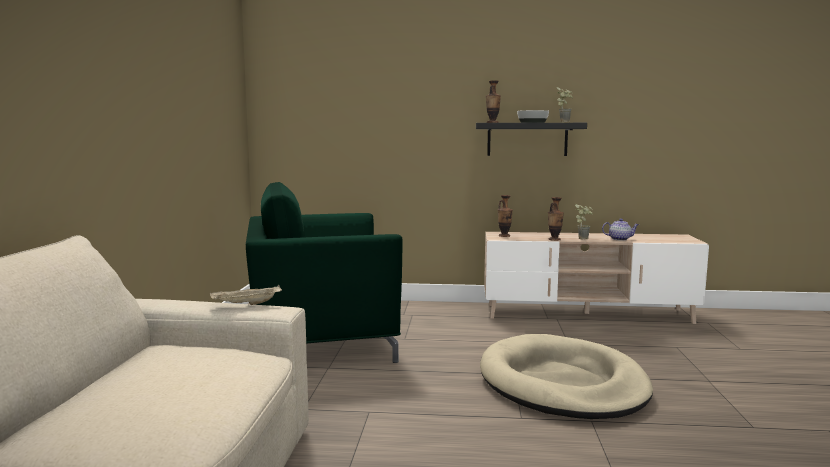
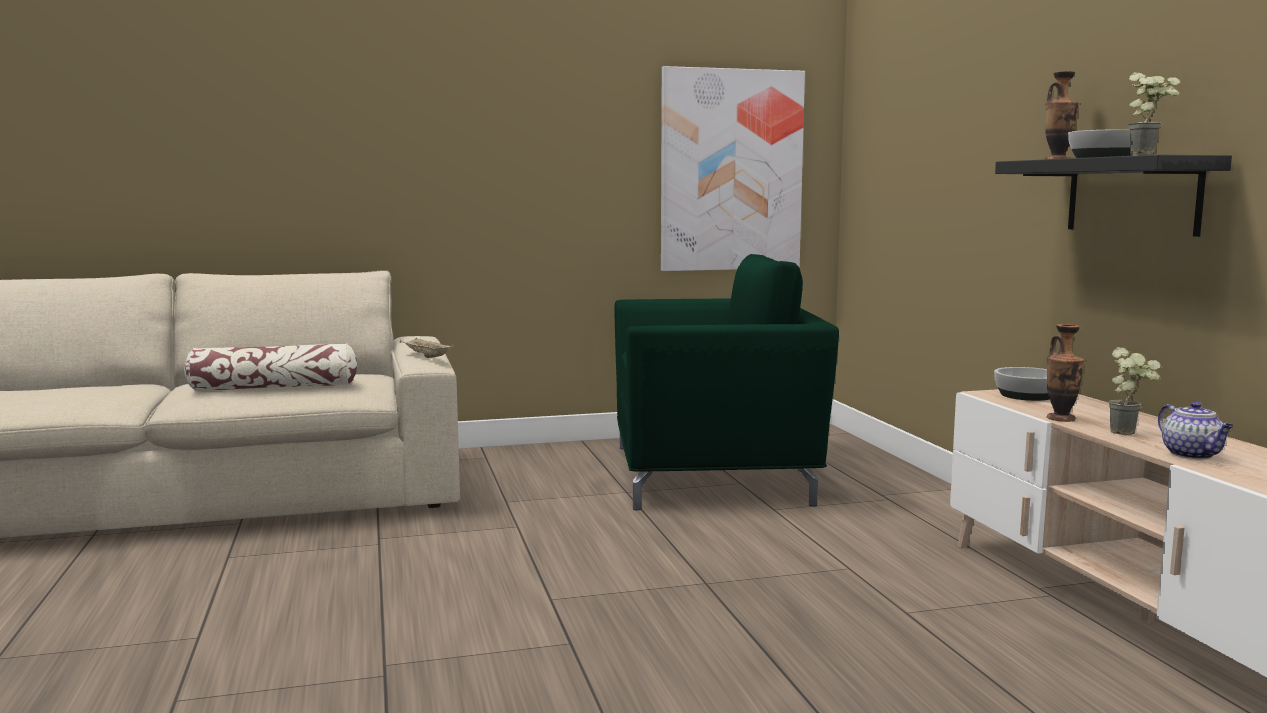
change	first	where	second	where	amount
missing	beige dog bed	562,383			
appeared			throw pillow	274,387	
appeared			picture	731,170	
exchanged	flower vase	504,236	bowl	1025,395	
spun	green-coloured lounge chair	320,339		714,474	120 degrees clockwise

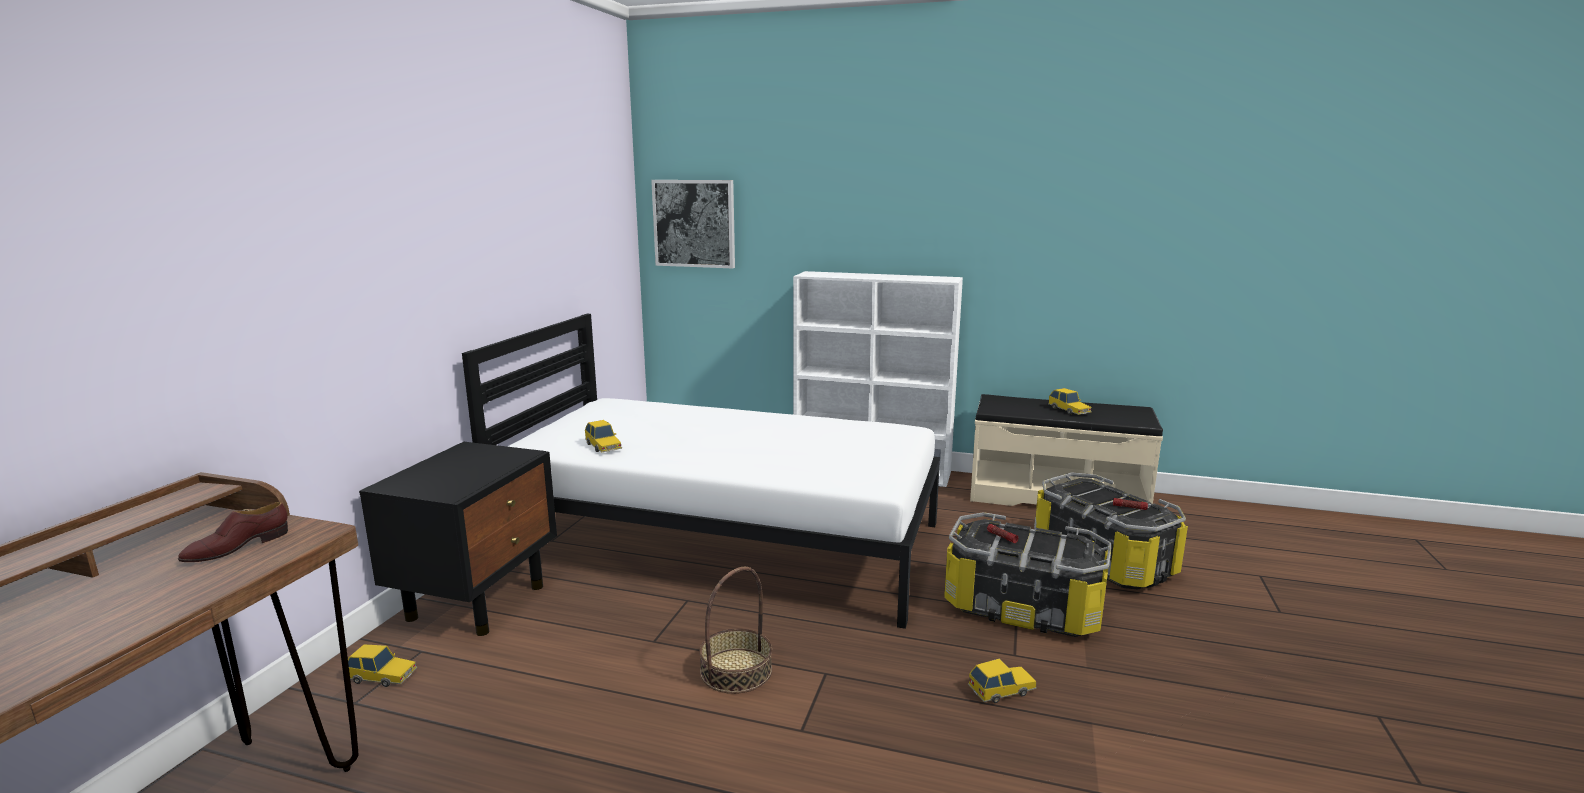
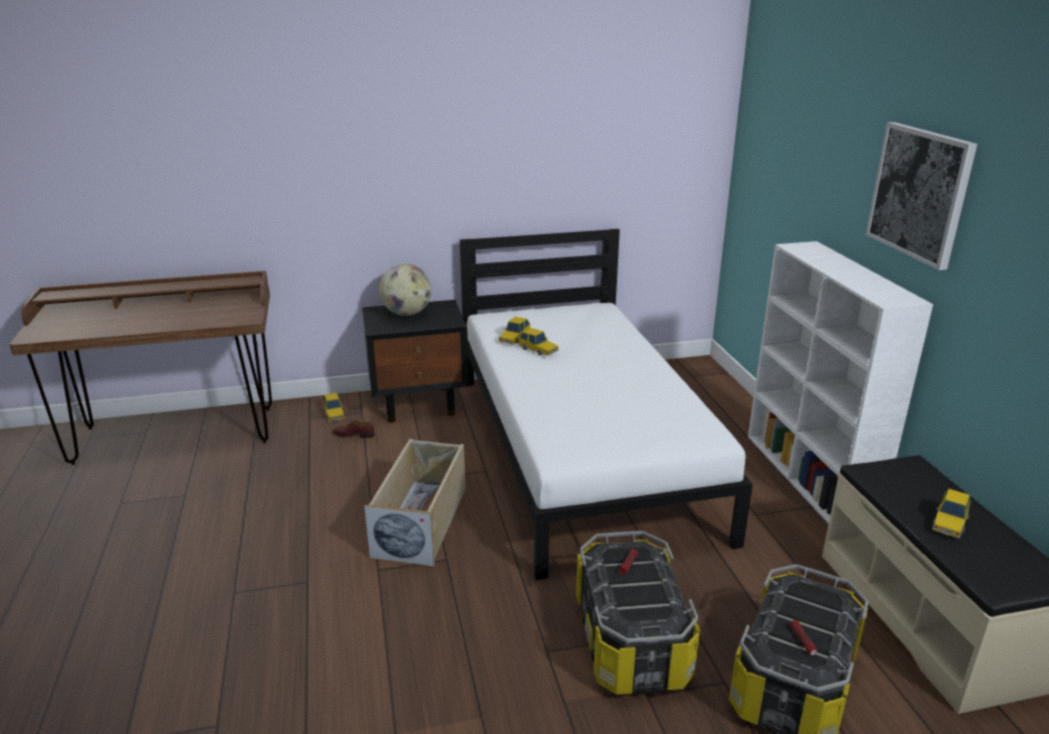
change	first	where	second	where	amount
appeared			globe	407,313	
relocated	brown item of footwear	237,547		353,435	
relocated	picture	694,223		919,193	
relocated	toy car	1002,690		538,349	
exchanged	household basket	736,670	beige storage box	421,521	

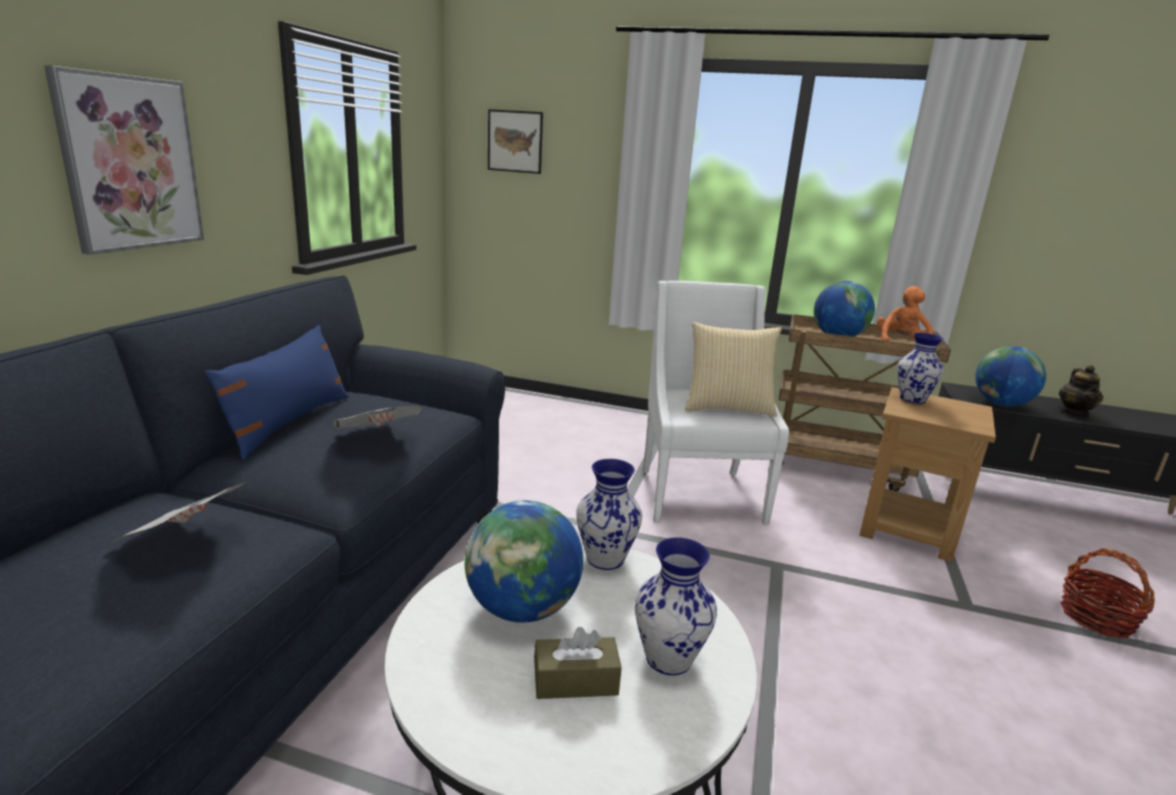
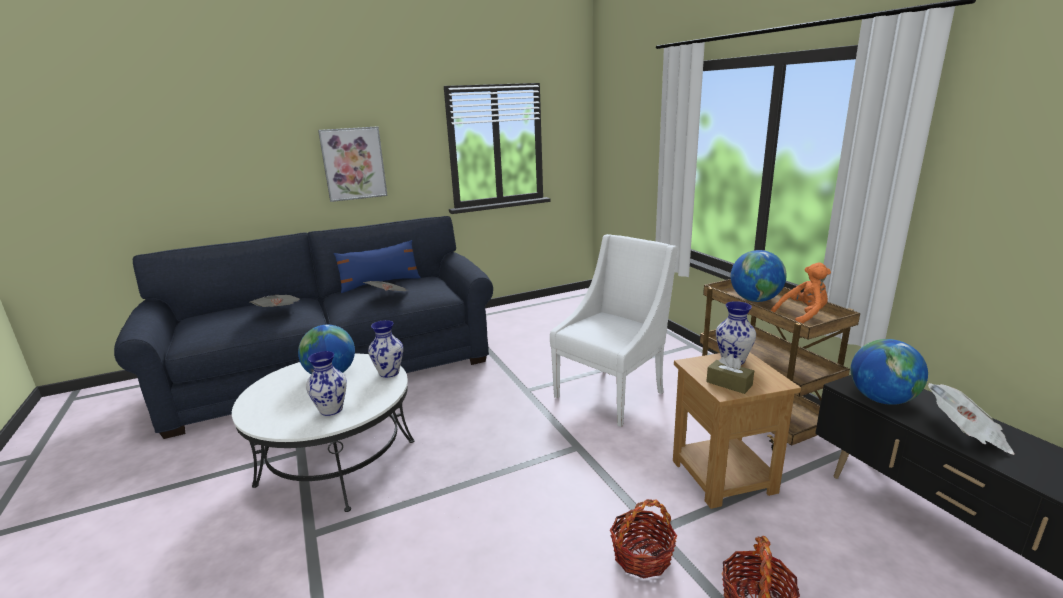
change	first	where	second	where	amount
missing	picture	515,141			
missing	throw pillow	727,408			
appeared			household basket	642,556	
relocated	brown tissue box	575,681		729,383	
exchanged	tea pot	1074,413	printed paper	966,434	

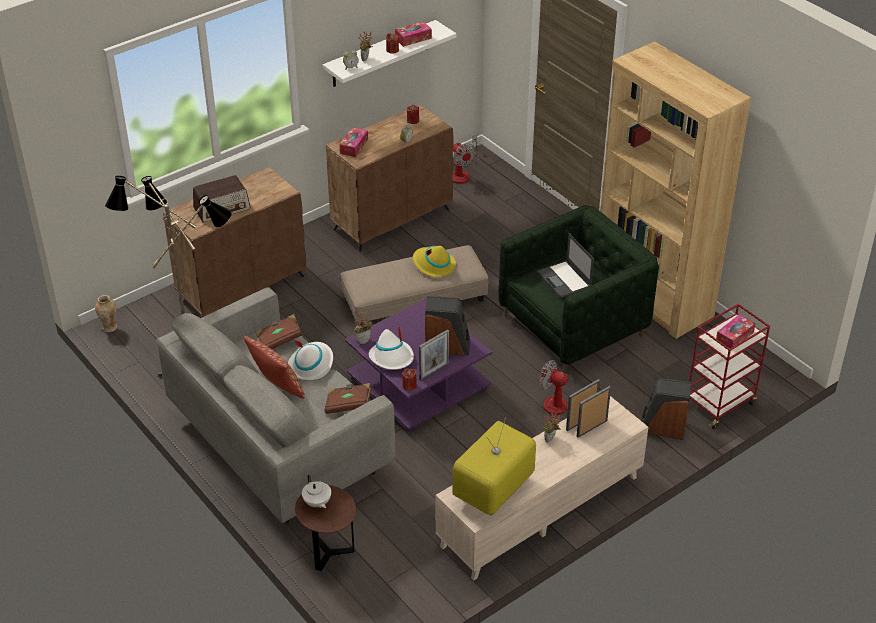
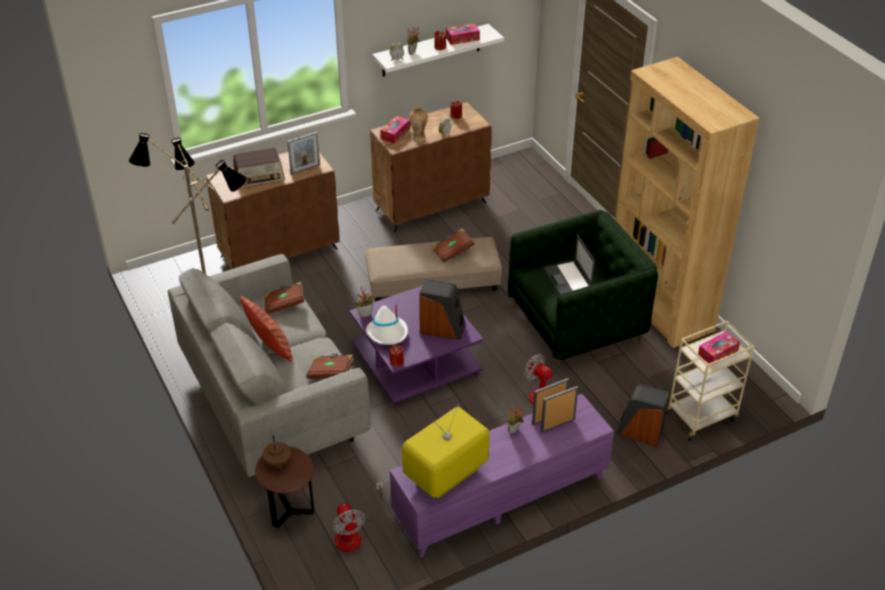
change	first	where	second	where	amount
missing	white-coloured wearable hat	311,364			
relocated	flower vase	109,327		418,138	
relocated	picture frame	434,371		305,169	
relocated	cooling fan	462,173		354,533	
exchanged	yellow-coloured wearable hat	433,265	brown book	452,251	
colour	white-coloured tea pot	317,503	brown tea pot	278,463	
colour	beige tv stand	540,511	purple tv stand	501,499	
colour	reddish trolley	719,403	beige trolley	701,416	

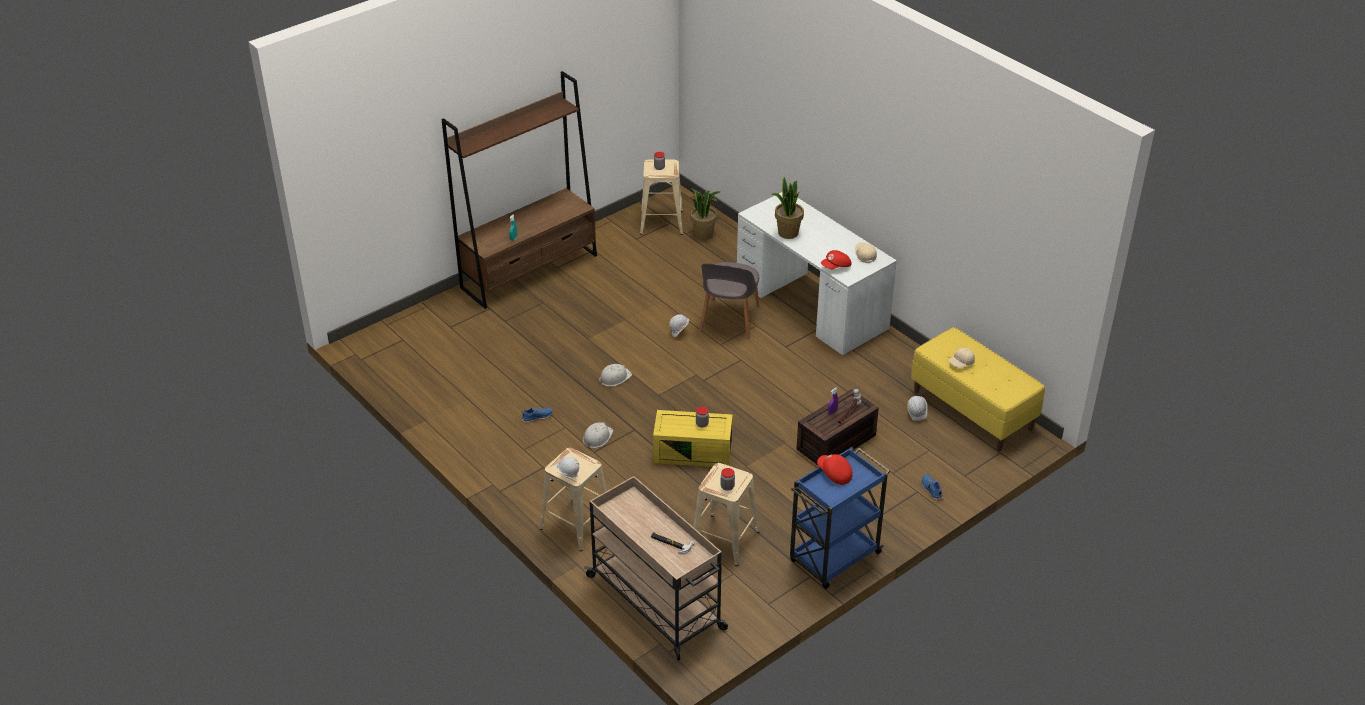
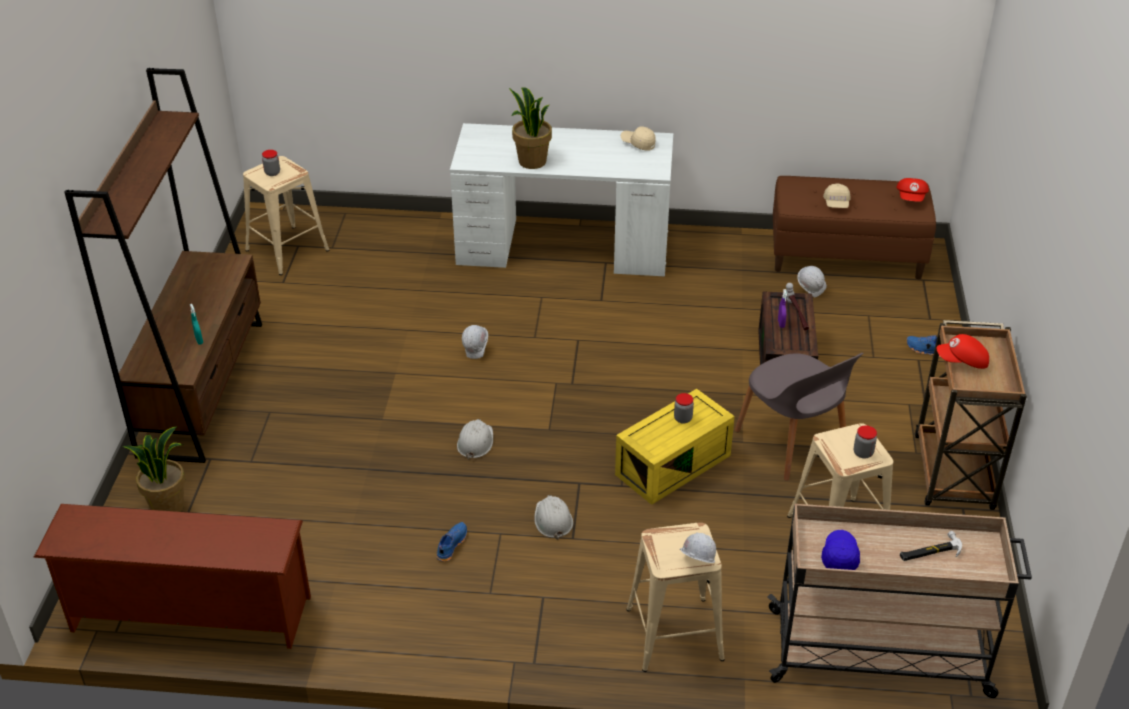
change	first	where	second	where	amount
appeared			brown shoe shelf	188,615	
appeared			blue baseball cap	840,556	
relocated	potted plant	704,234		168,506	
relocated	grey chair	729,320		792,443	
relocated	reddish baseball cap	836,267		911,198	
colour	blue trolley	834,558	brown trolley	954,474	
colour	yellow-coloured long seat	973,410	brown long seat	846,256	

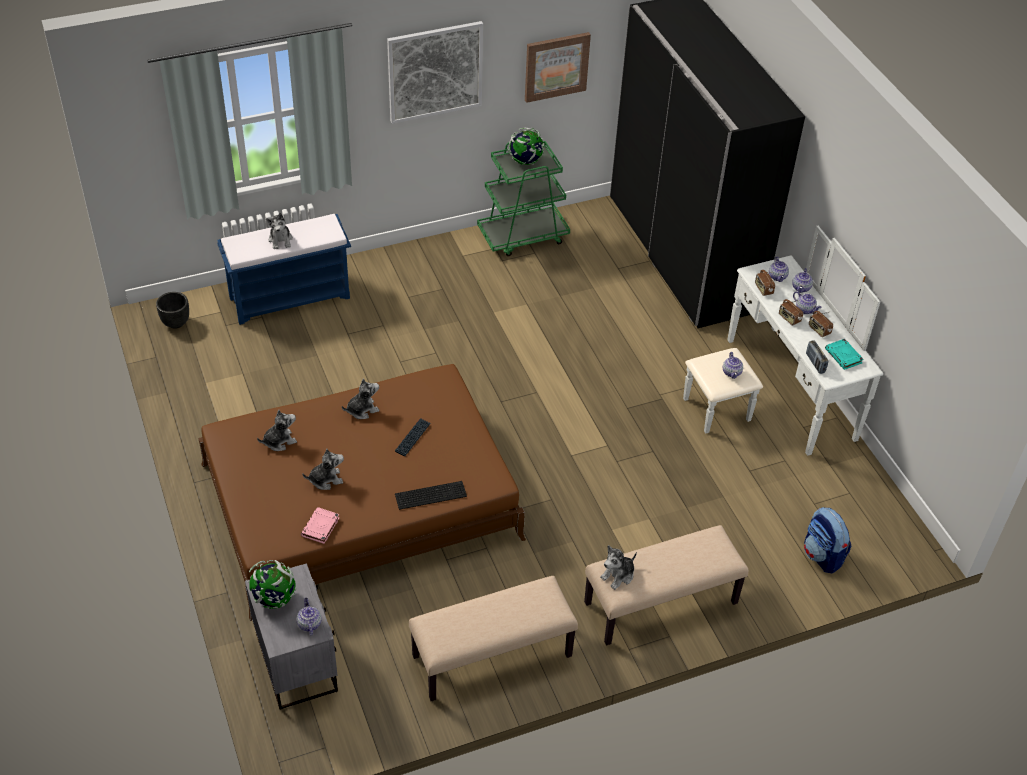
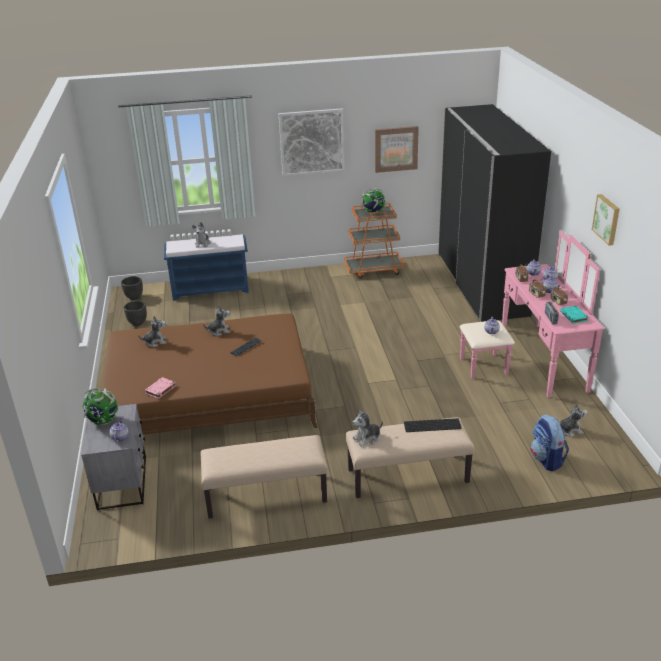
change	first	where	second	where	amount
appeared			black-coloured plant pot	137,323	
appeared			picture	607,219	
relocated	cuddly toy	326,479		569,430	
relocated	PC keyboard	429,494		431,425	
colour	green-coloured trolley	523,236	orangey trolley	374,269	
colour	white-coloured dresser	774,394	pink-coloured dresser	529,361	

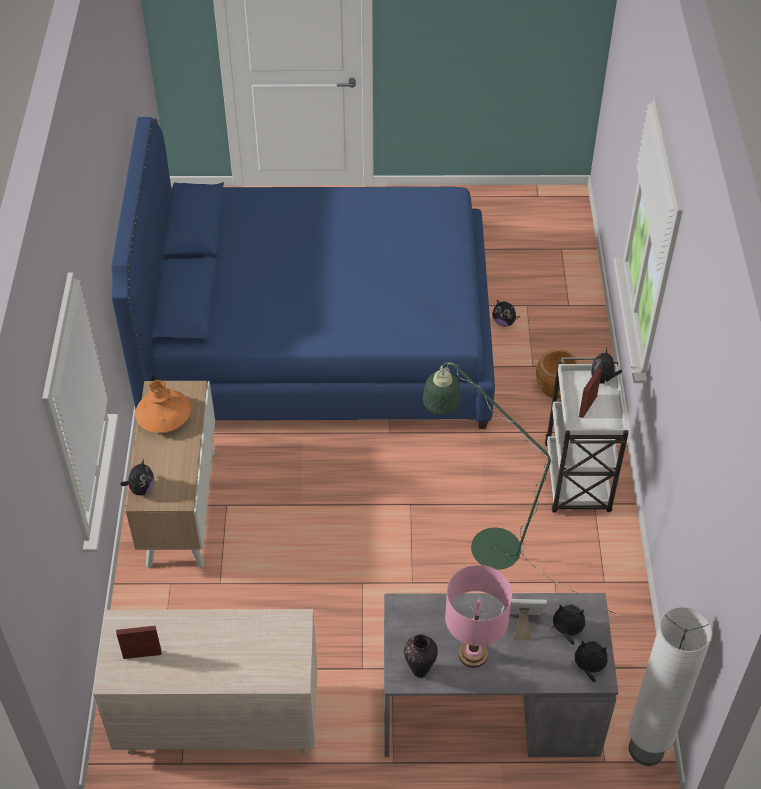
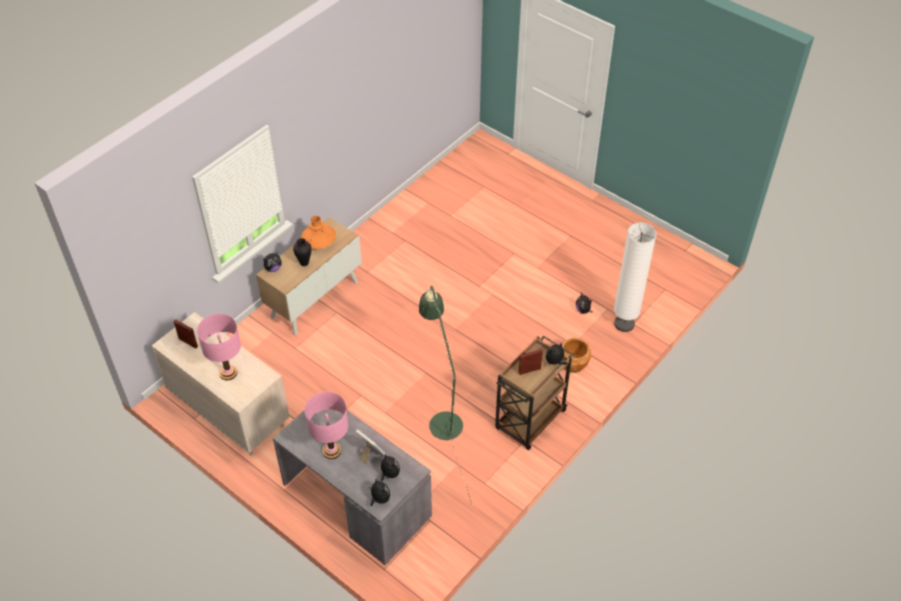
change	first	where	second	where	amount
missing	blue bed	318,339			
appeared			pink-coloured lamp for a table	228,373	
relocated	flower vase	419,671		304,263	
relocated	white-coloured floor lamp	646,749		624,324	
colour	white-coloured trolley	577,480	brown trolley	529,421	

